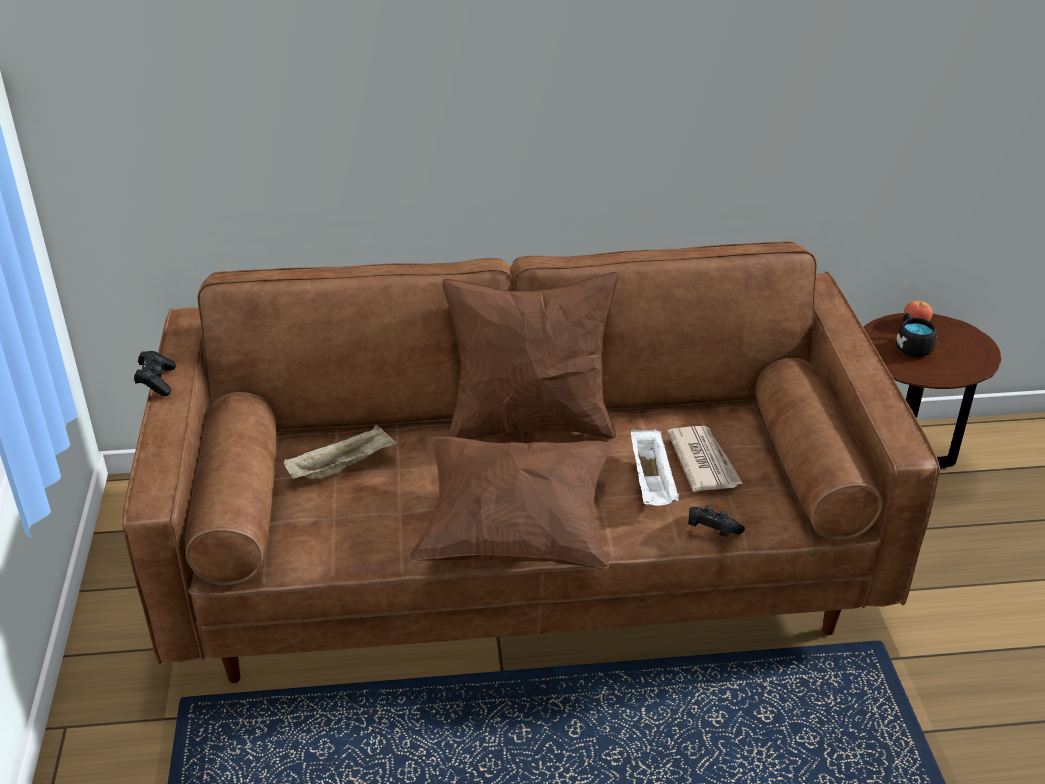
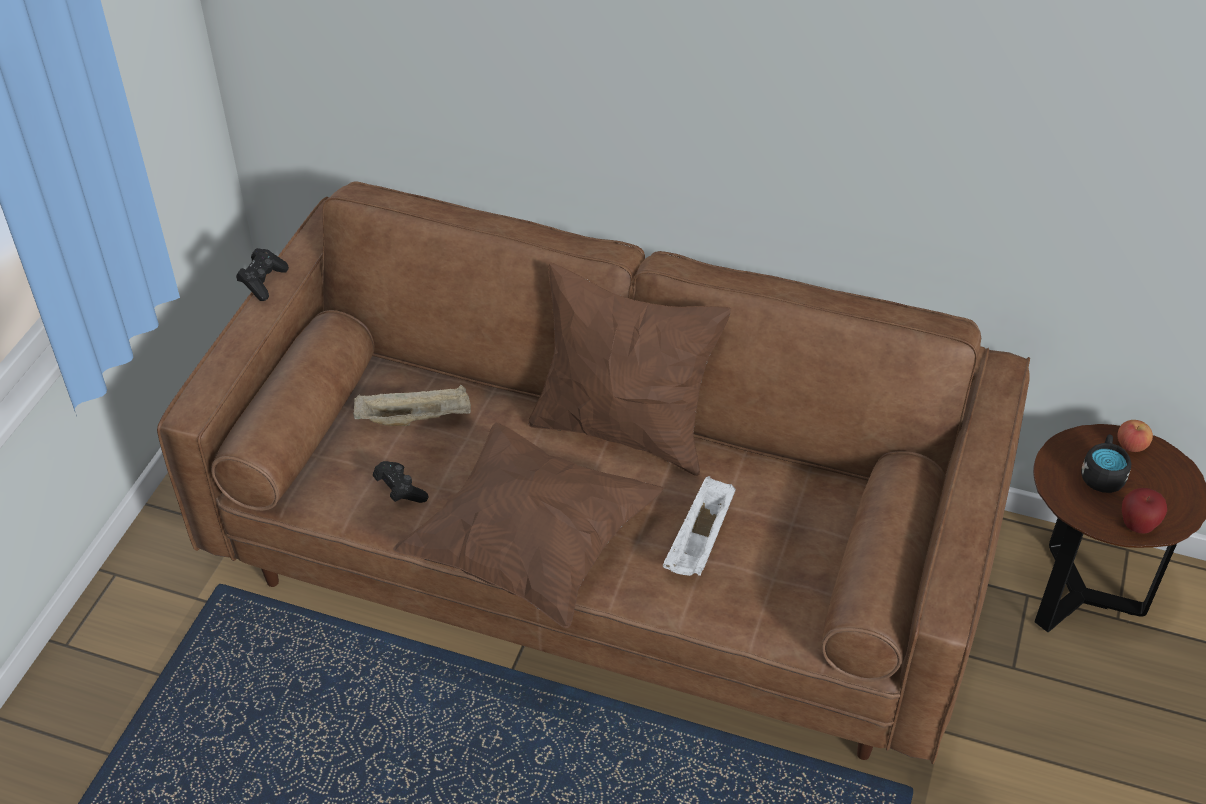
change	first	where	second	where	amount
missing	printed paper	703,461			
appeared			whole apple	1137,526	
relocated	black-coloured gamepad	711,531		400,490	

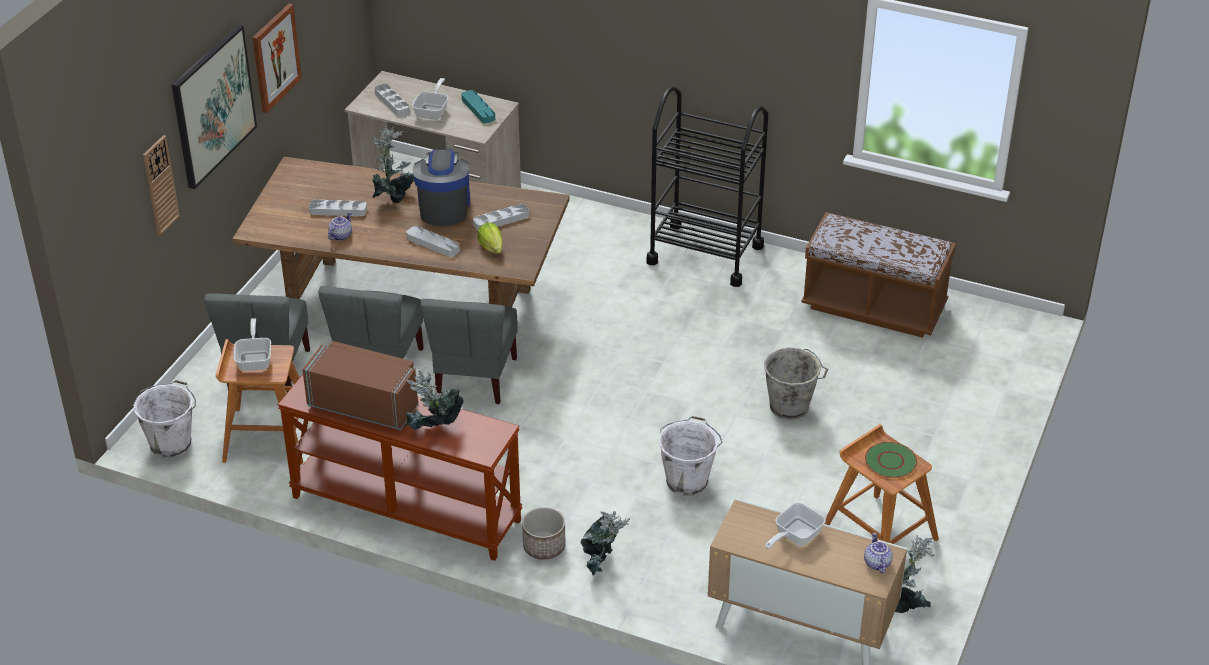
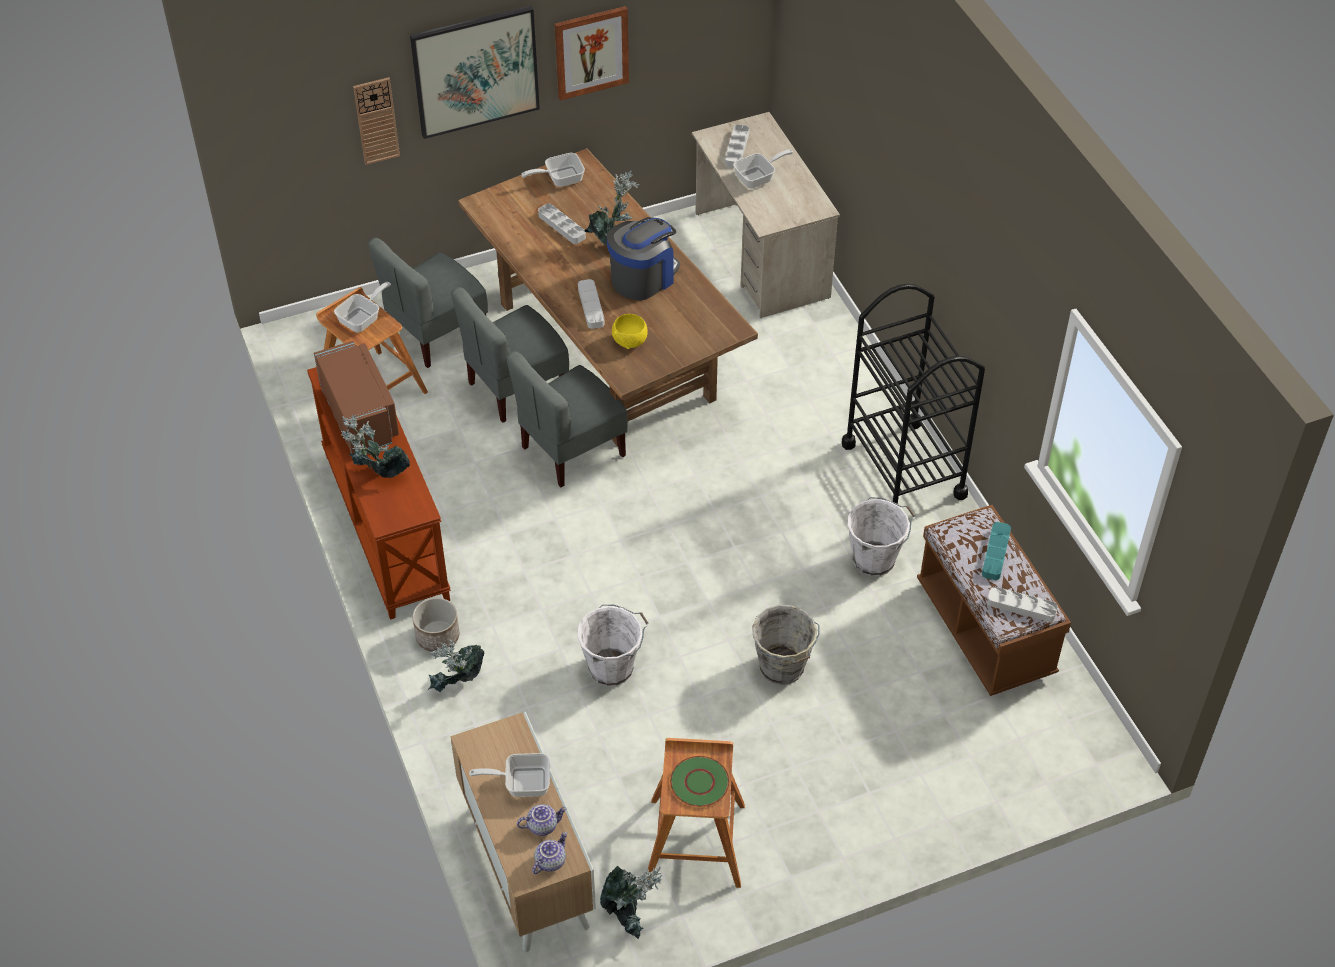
change	first	where	second	where	amount
appeared			frying pan	559,179	
relocated	white-coloured bucket	172,443		875,559	
relocated	tea pot	340,235		542,825	
relocated	blue-green serving tray	478,109		995,553	
relocated	grey serving tray	501,220		1021,606	
exchanged	lettuce	492,247	yellow-coloured bowl	630,341	

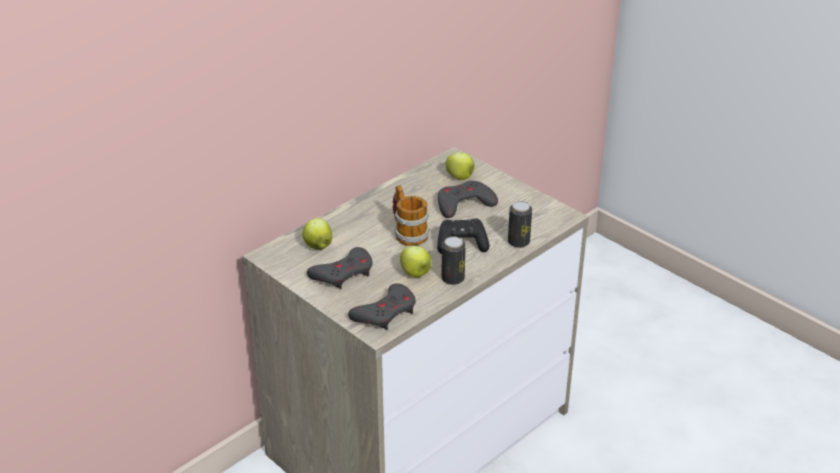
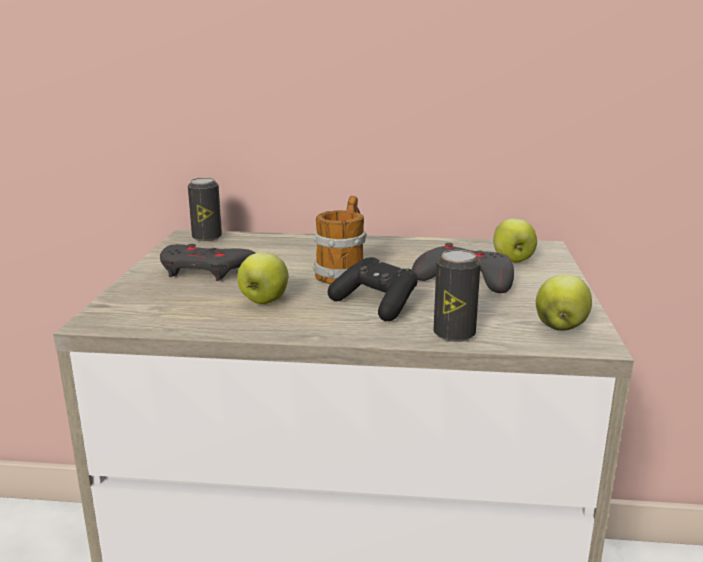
change	first	where	second	where	amount
missing	grey gamepad	385,312			
relocated	whole apple	318,245		560,327	
relocated	metal can	453,279		207,237	

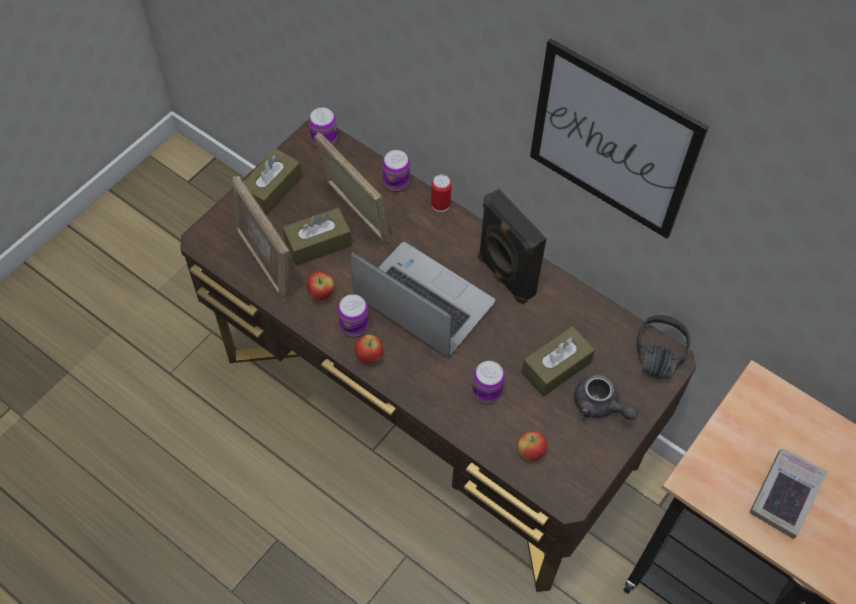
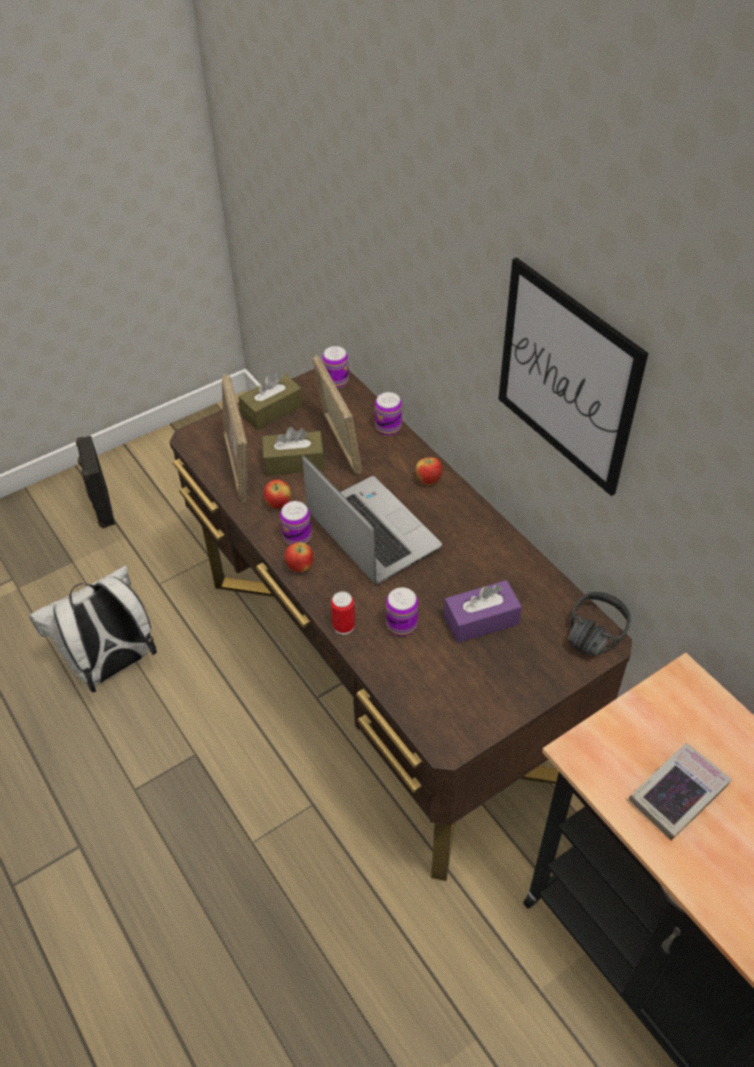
change	first	where	second	where	amount
missing	grey tea pot	600,406			
appeared			white-coloured backpack	112,666	
relocated	metal can	440,204		344,626	
relocated	black-coloured speaker	504,276		102,508	
relocated	whole apple	530,453		428,481	
colour	brown tissue box	556,367	purple tissue box	481,620	

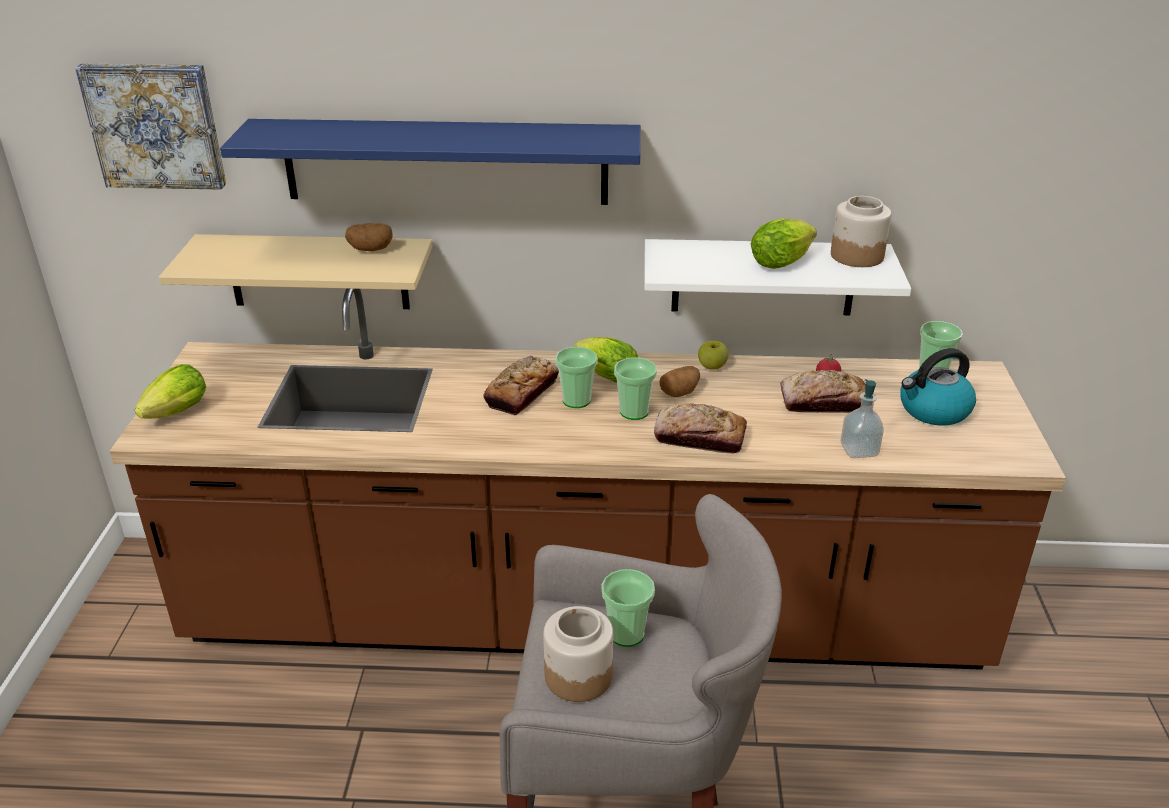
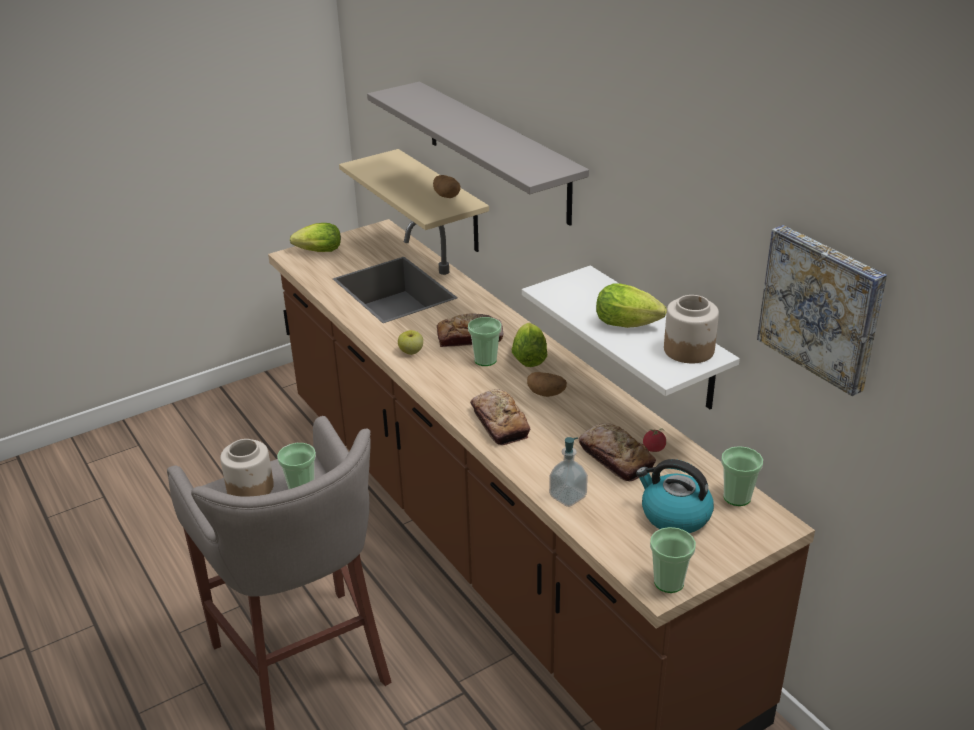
change	first	where	second	where	amount
relocated	picture	156,125		823,307	
relocated	cup	634,412		669,582	
relocated	whole apple	712,367		411,352	
colour	blue shelf	445,162	grey shelf	496,151	

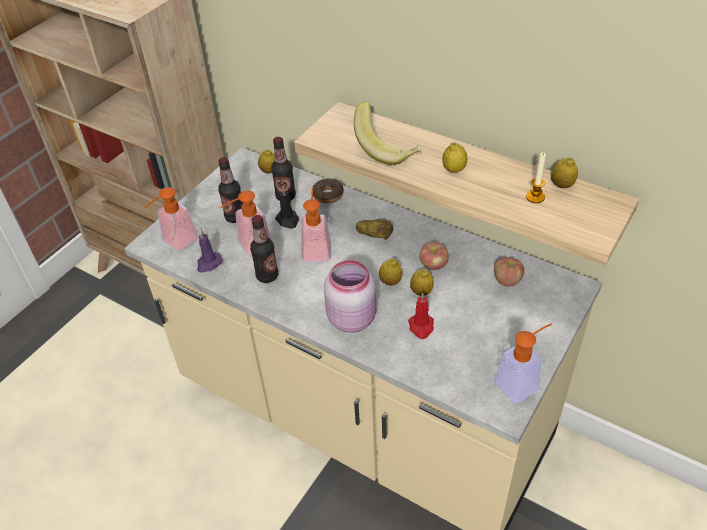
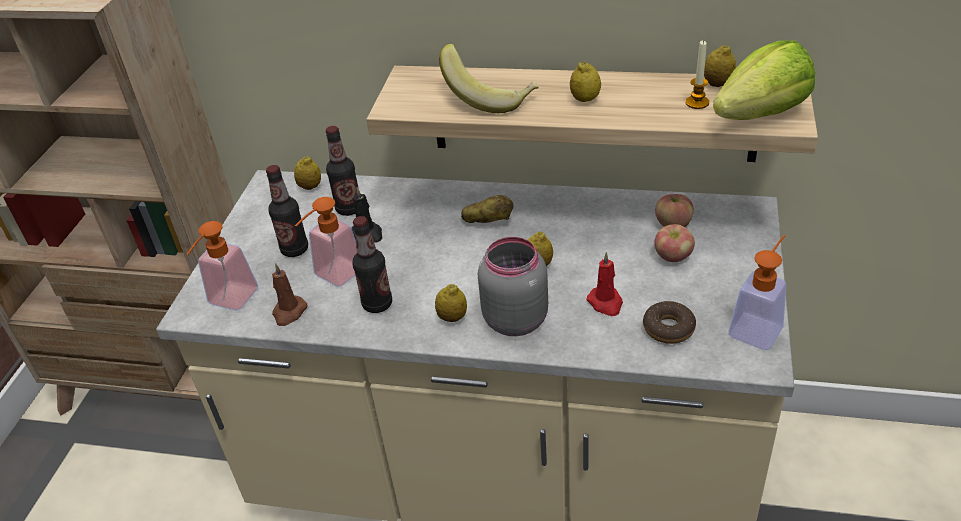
change	first	where	second	where	amount
missing	soap bottle	317,248			
appeared			lettuce	762,114	
relocated	donut	328,195		668,328	
relocated	whole lemon	421,292		452,317	
relocated	whole apple	433,265		673,257	
colour	purple wax light	209,263	brown wax light	289,312	
colour	pink-coloured storage jar	352,317	grey storage jar	515,318	

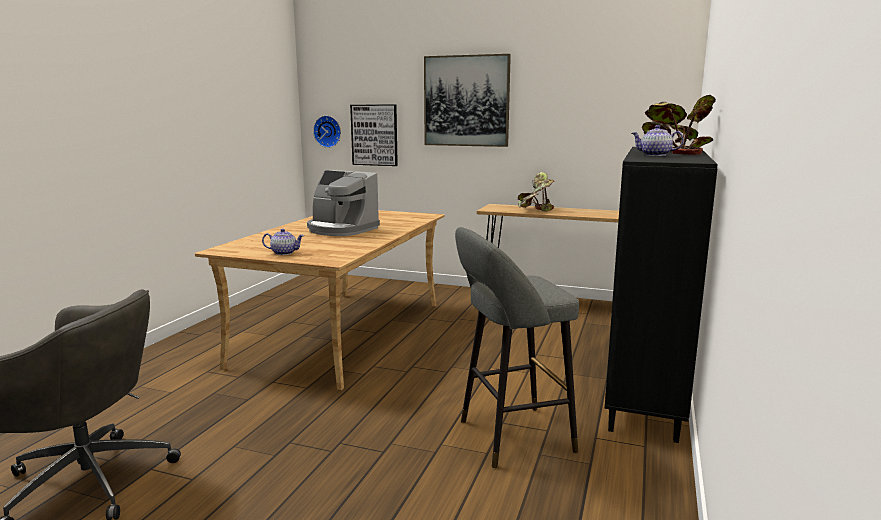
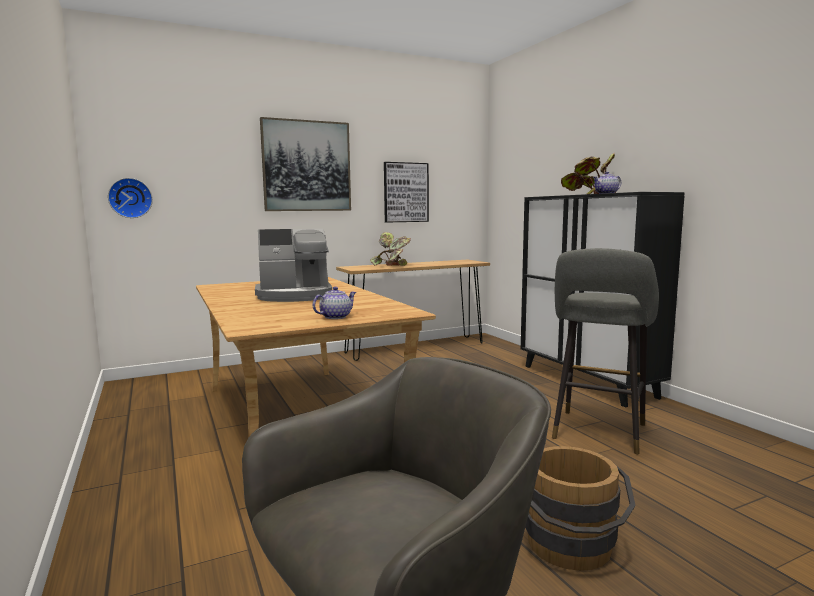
change	first	where	second	where	amount
appeared			brown bucket	571,549	
relocated	picture	374,135		405,192	

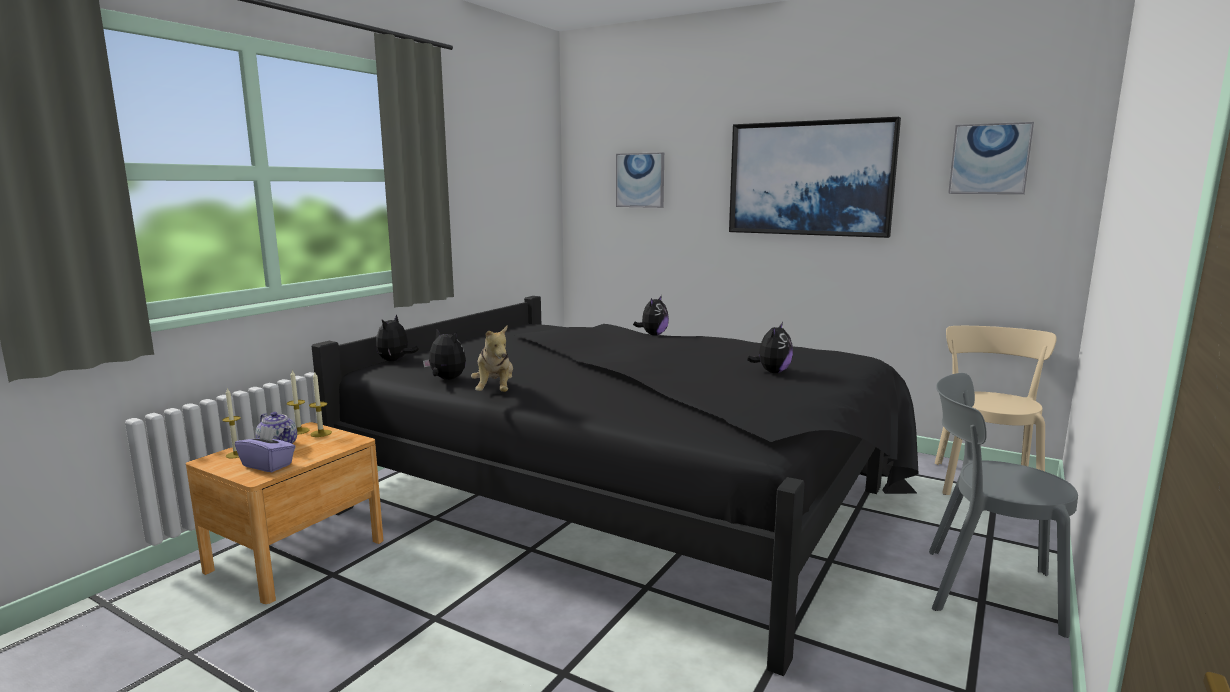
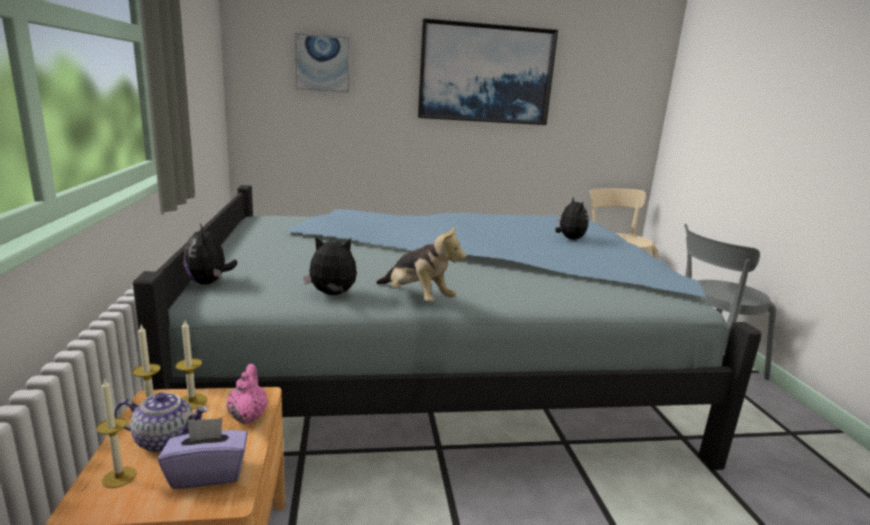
change	first	where	second	where	amount
missing	cuddly toy	653,335			
missing	picture	989,159			
appeared			pink-coloured tea pot	248,416	
colour	black-coloured bed	634,496	blue bed	444,366	

